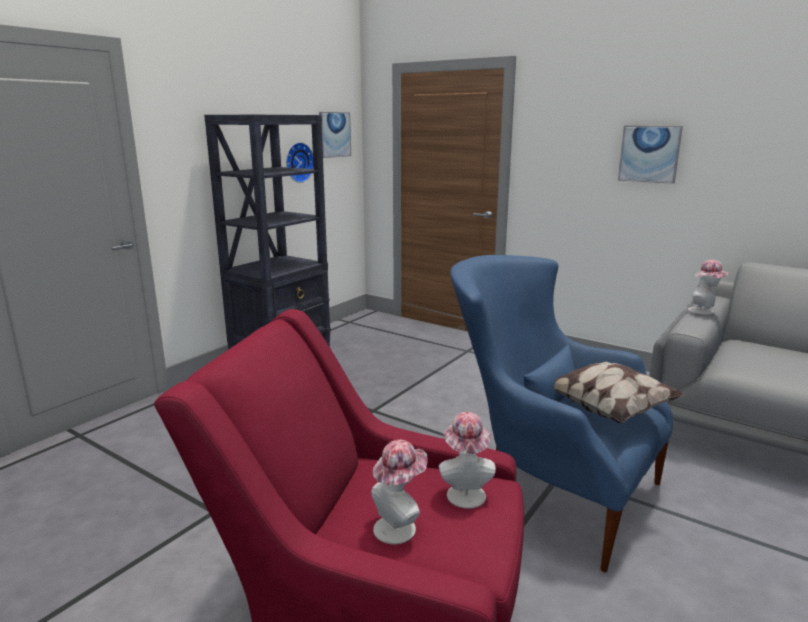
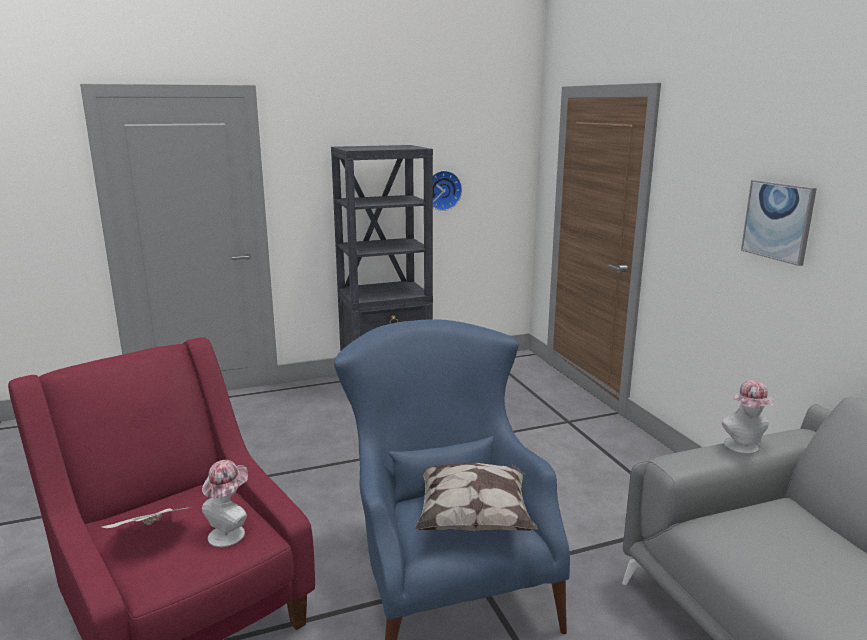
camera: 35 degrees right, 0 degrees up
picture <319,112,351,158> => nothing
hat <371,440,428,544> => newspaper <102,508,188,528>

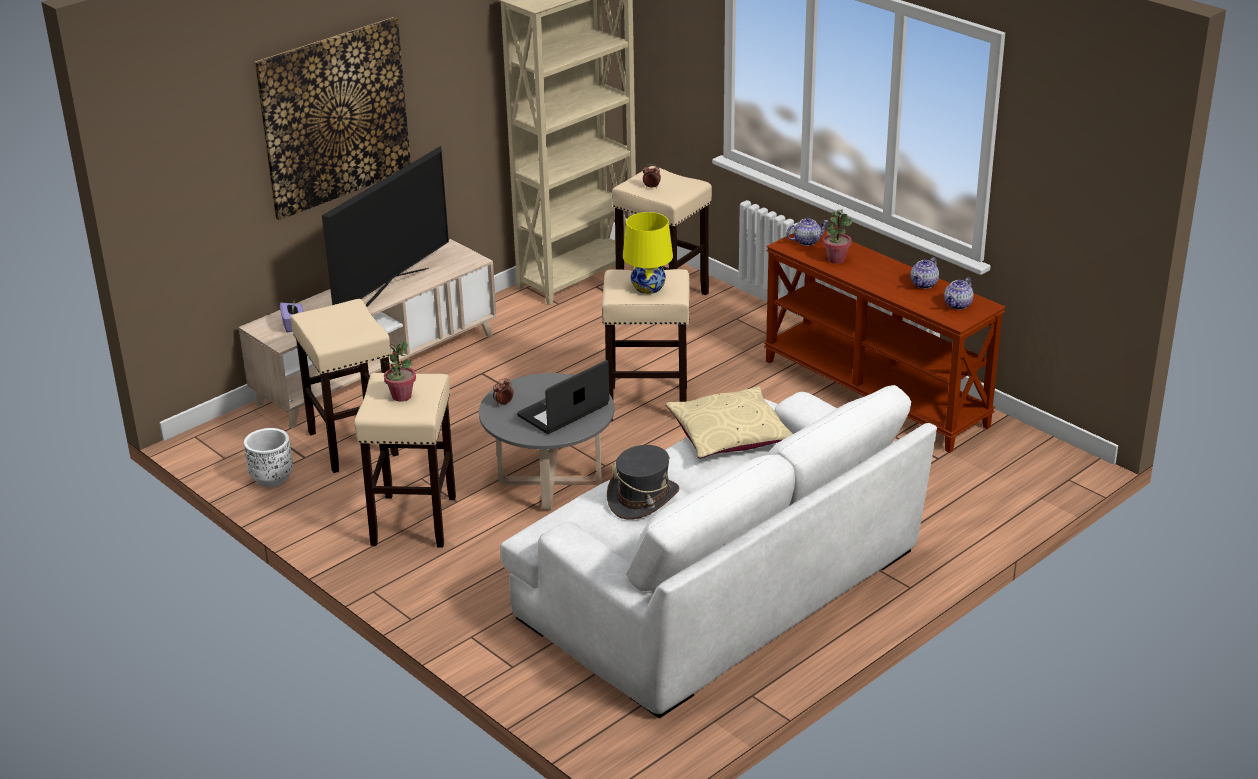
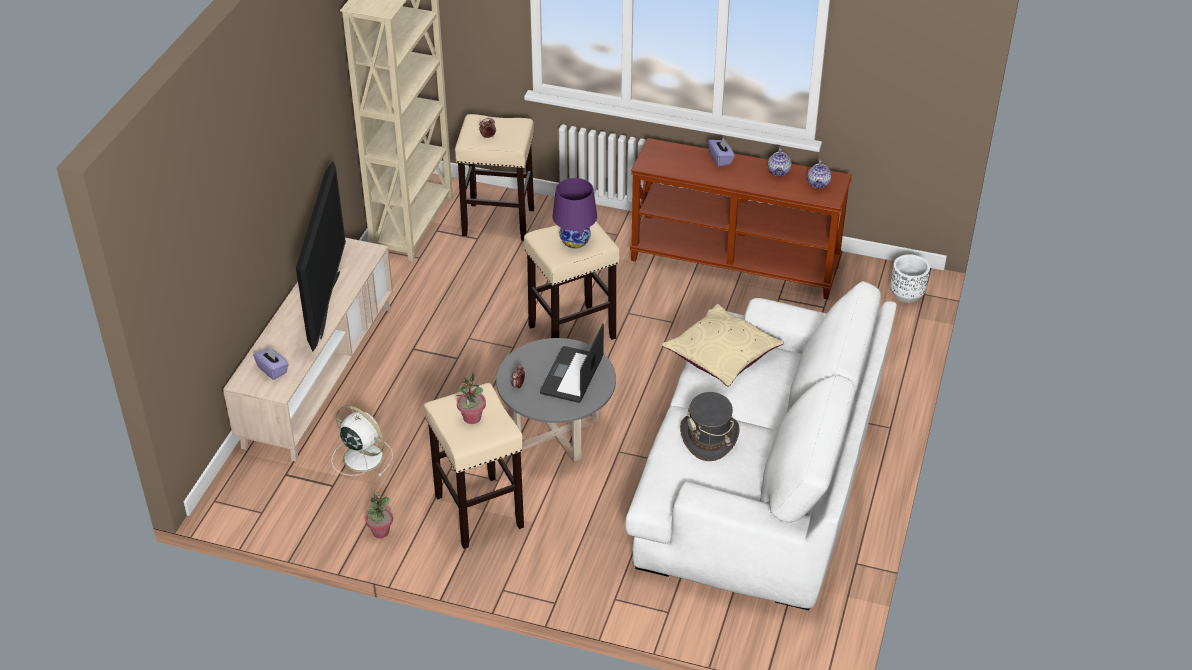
camera: 30 degrees left, 10 degrees up
picture <254,17,411,220> => nothing
pot for tea <787,218,829,246> => nothing
nothing => purple-coloured tissue holder <708,138,735,167>
white-coloured flower pot <244,428,293,487> => white-coloured flower pot <890,254,930,303>, move
potted plant <823,209,853,264> => potted plant <365,492,393,538>, move
sand-coloured sitting stool <290,299,399,473> => white-coloured electric fan <331,405,393,477>
yellowish tabletop lamp <623,212,673,294> => purple-coloured tabletop lamp <553,178,597,249>

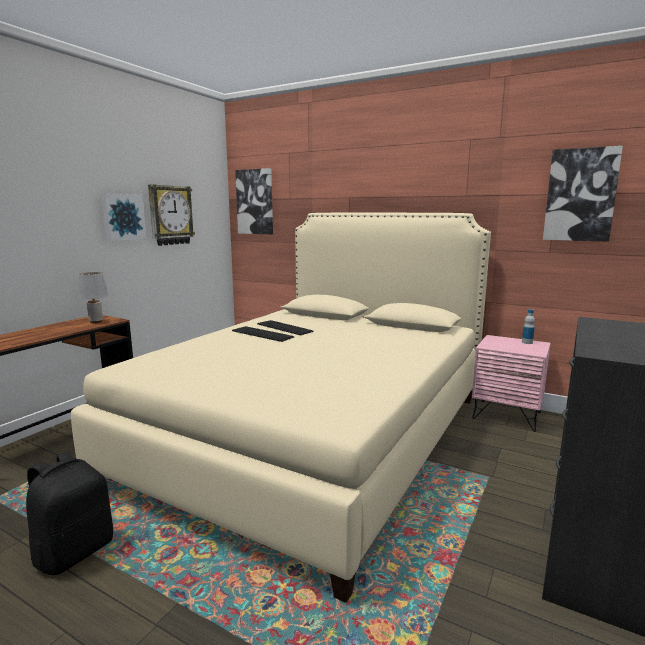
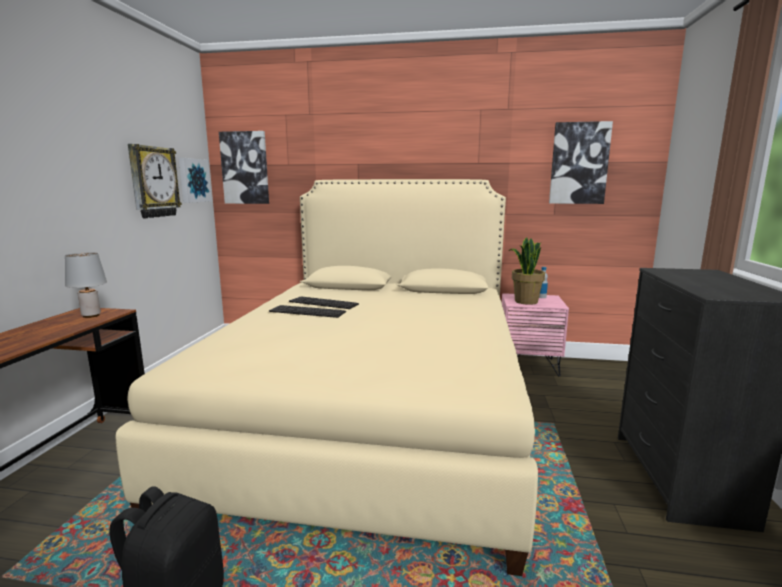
camera: 20 degrees left, 0 degrees up
nothing => potted plant <509,238,545,305>
picture <100,193,146,241> => picture <179,158,212,203>, move

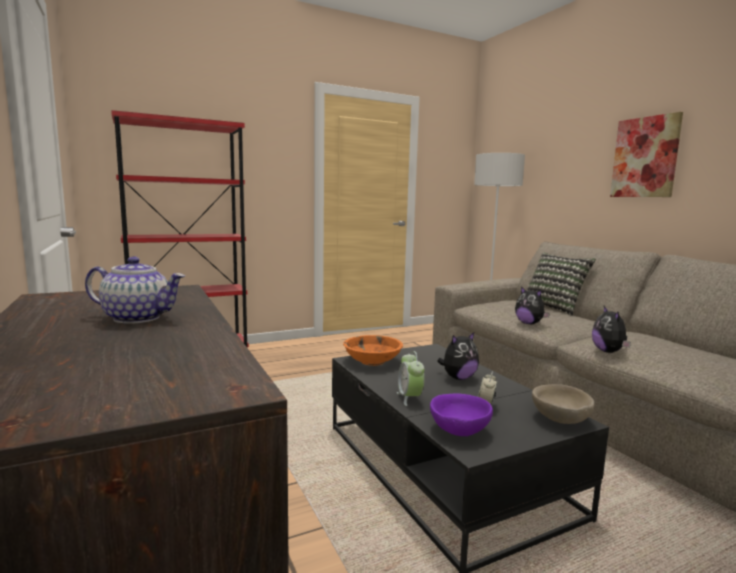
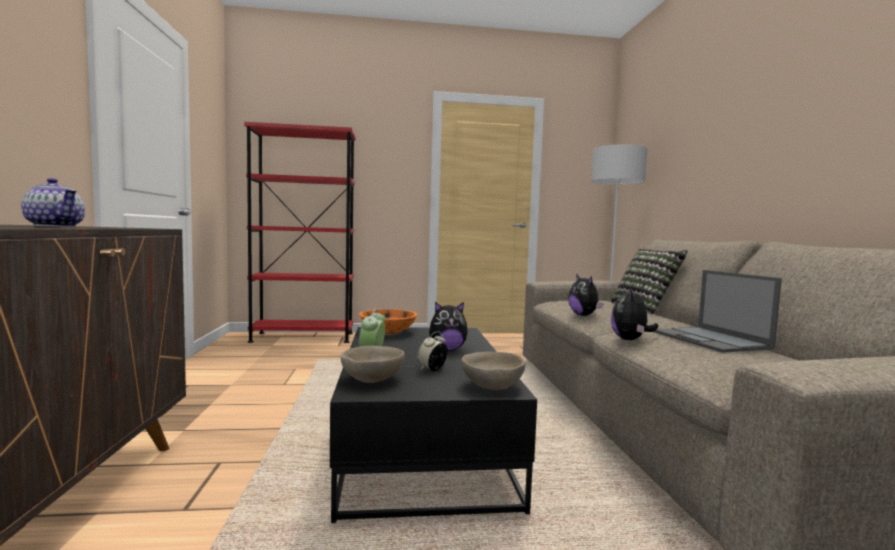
camera: 20 degrees right, 5 degrees down
picture <610,112,683,197> => nothing
nothing => laptop <653,270,782,353>
purple-coloured deep dish <430,393,493,436> => sand-coloured deep dish <341,346,405,383>

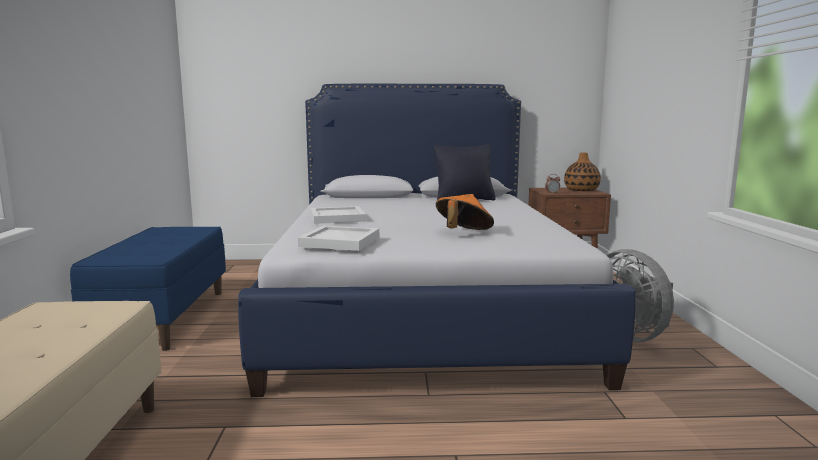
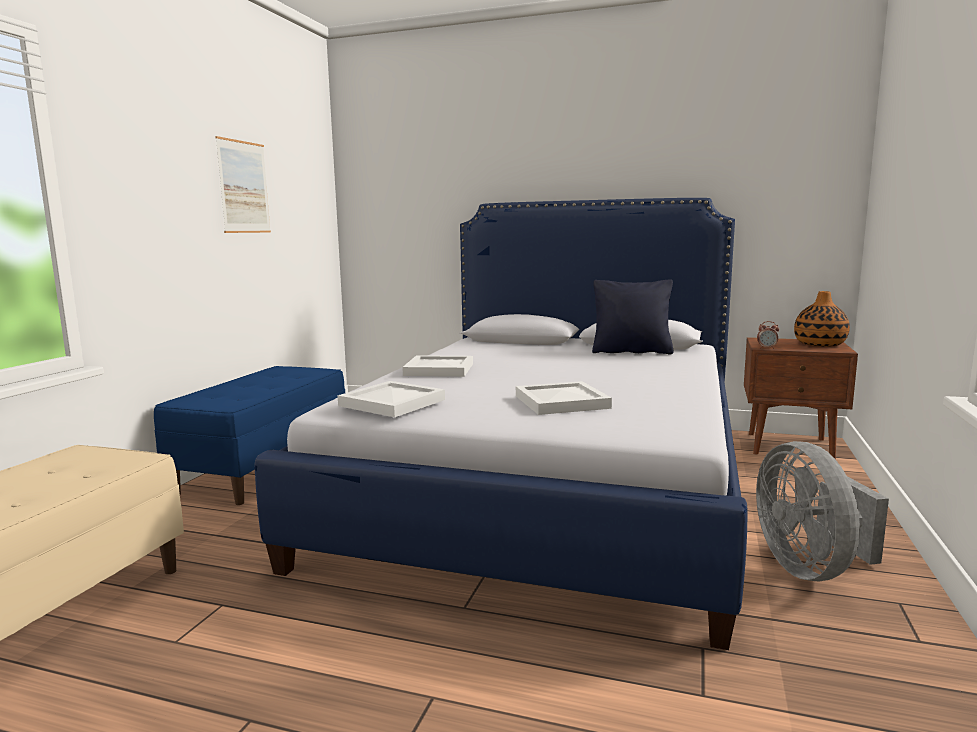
camera: 20 degrees right, 0 degrees up
nothing => picture <215,136,271,233>
orangey hat <436,194,494,230> => white-coloured carrying tray <516,381,612,415>

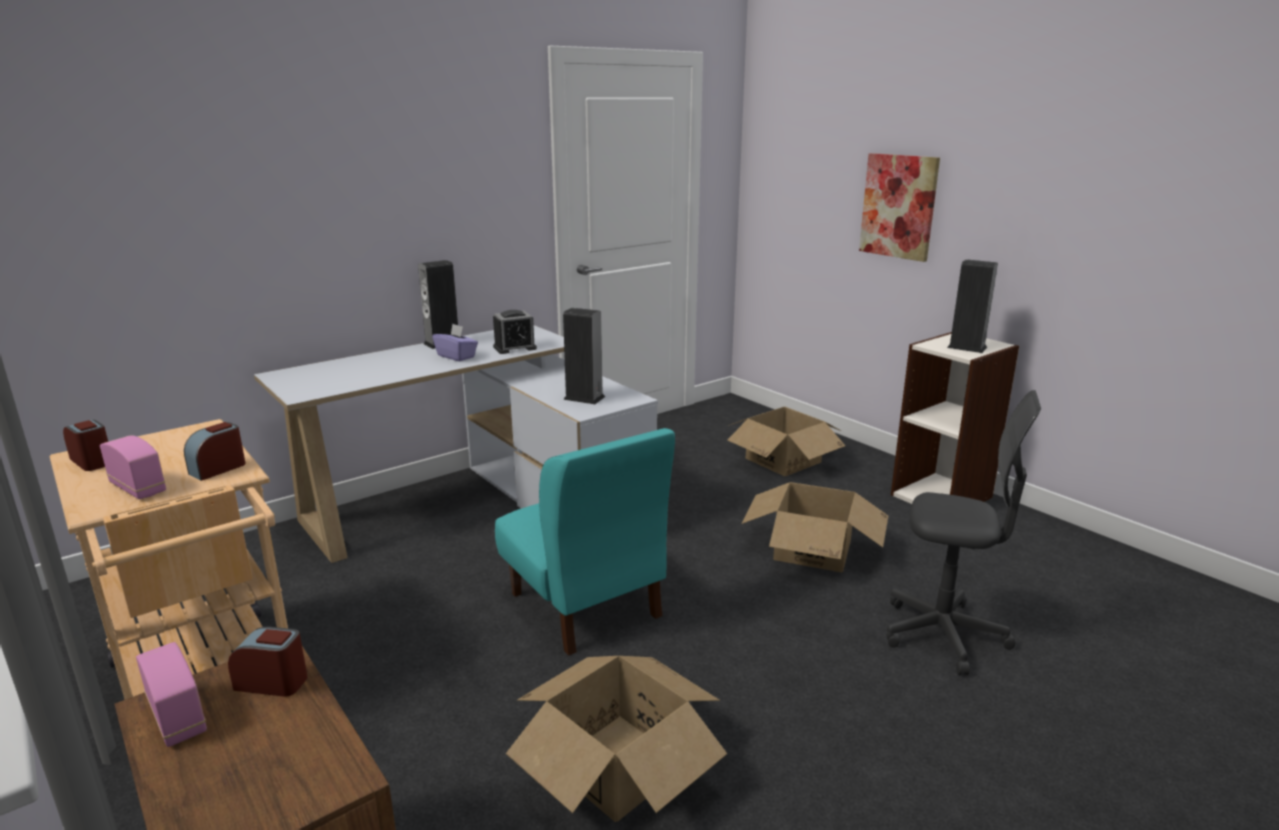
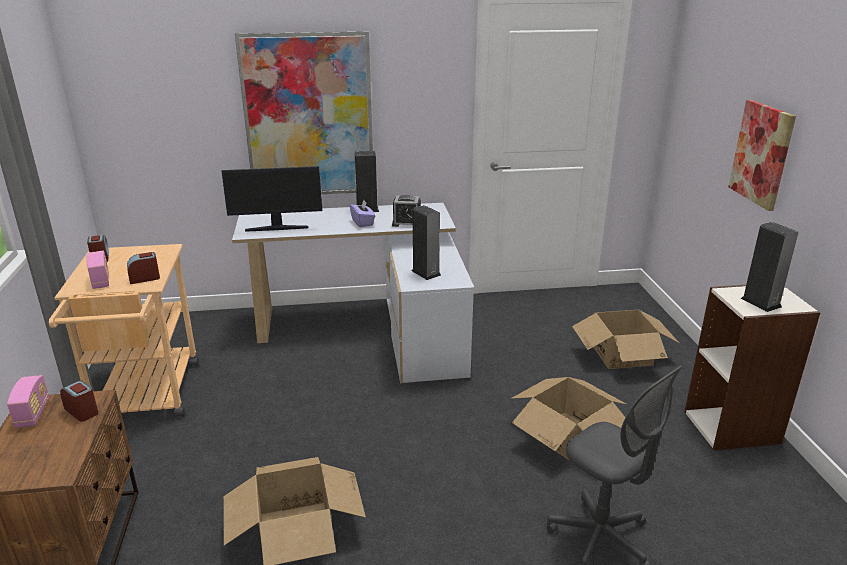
camera: 30 degrees right, 5 degrees up
turquoise plain chair <495,428,675,655> => nothing
nothing => computer display <222,166,322,232>
nothing => picture <235,31,373,194>

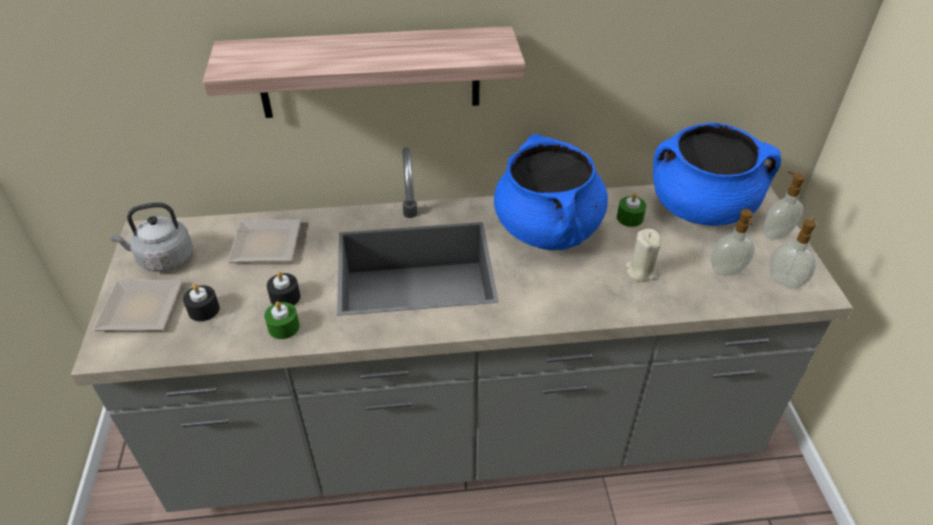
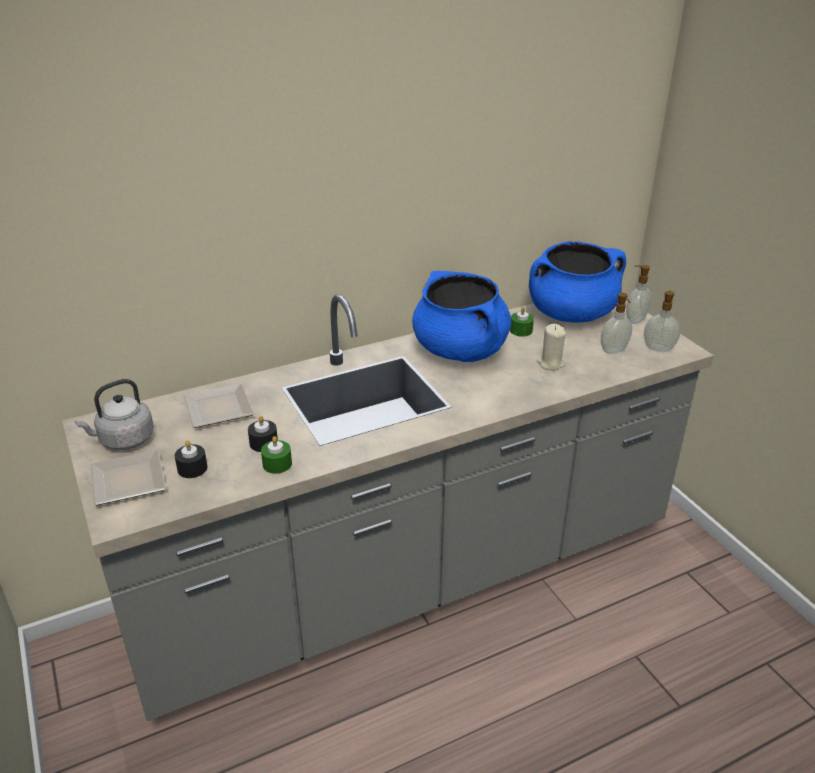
camera: 20 degrees left, 10 degrees down
bracket shelf <203,26,525,118> => nothing

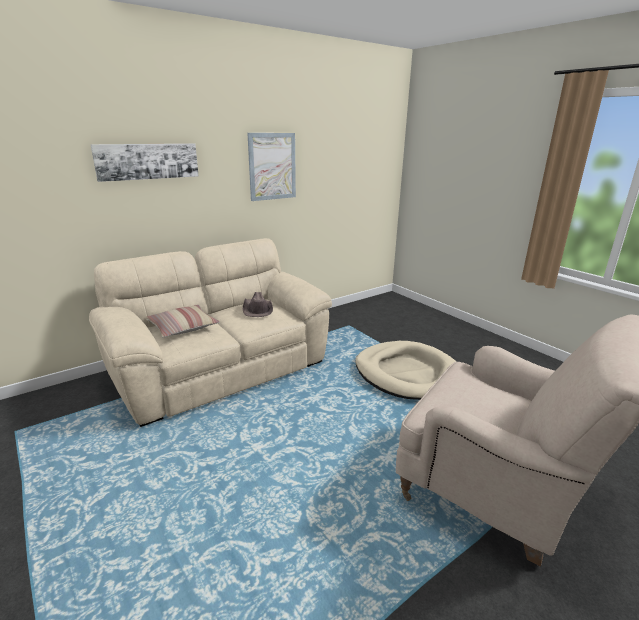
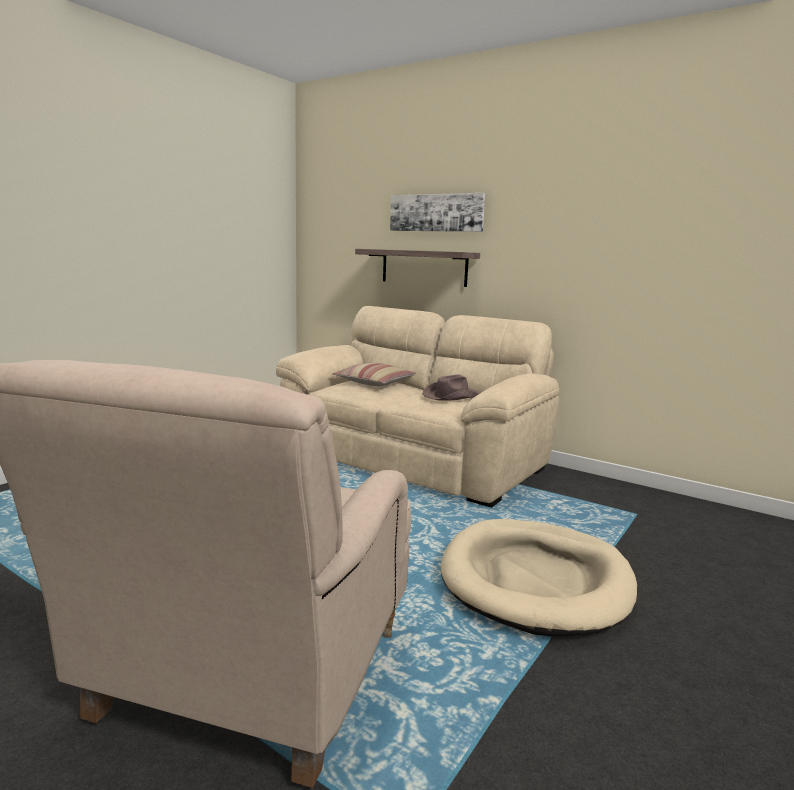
camera: 70 degrees right, 10 degrees down
picture <247,133,296,201> => nothing
nothing => bracket shelf <355,249,480,287>

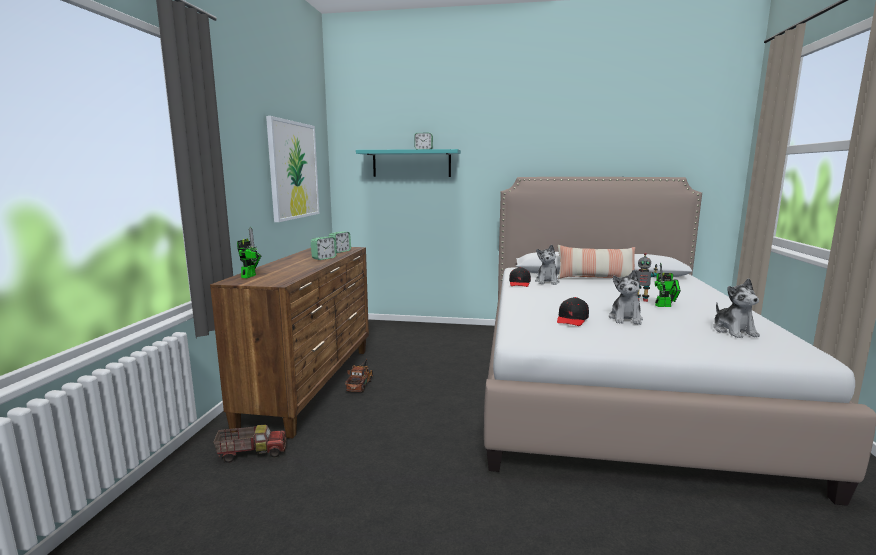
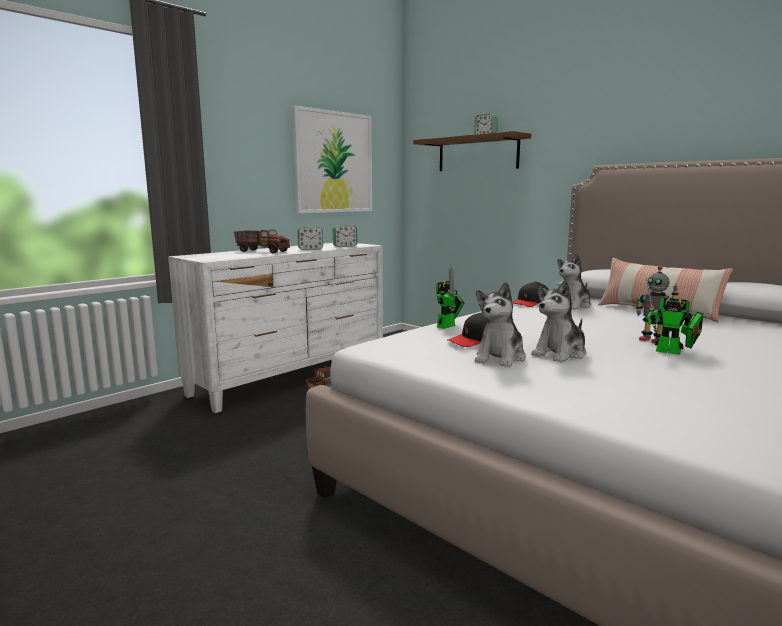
camera: 35 degrees right, 0 degrees up
toy truck <213,425,287,463> => toy truck <234,229,290,253>, move
robot figure <237,227,261,278> => robot figure <436,267,464,329>, move
cuddly toy <713,278,760,338> => cuddly toy <475,282,526,367>, move
brownish dresser <210,247,369,439> => white-coloured dresser <168,243,383,413>
turquoise bracket shelf <356,149,461,177> => brownish bracket shelf <413,131,531,171>

